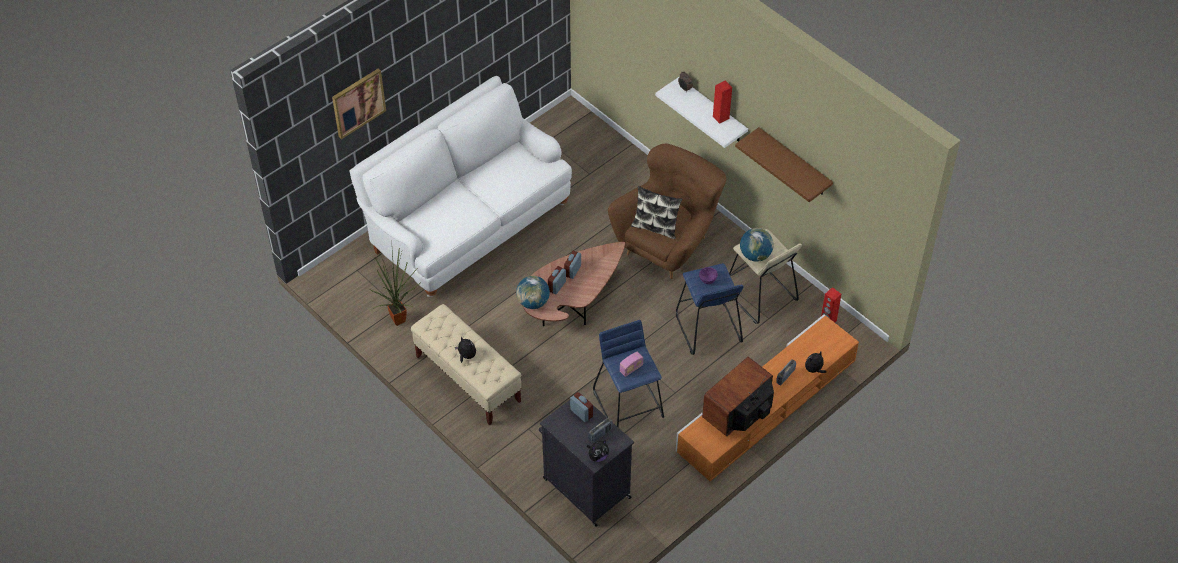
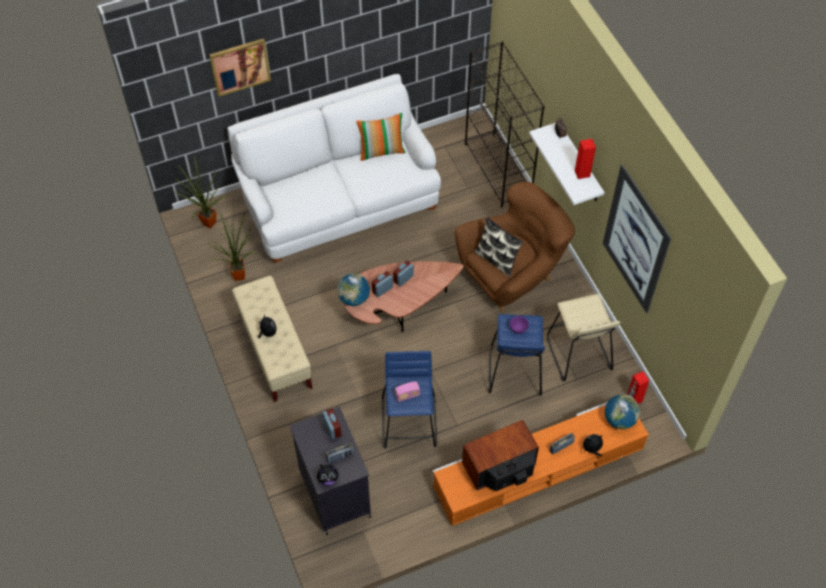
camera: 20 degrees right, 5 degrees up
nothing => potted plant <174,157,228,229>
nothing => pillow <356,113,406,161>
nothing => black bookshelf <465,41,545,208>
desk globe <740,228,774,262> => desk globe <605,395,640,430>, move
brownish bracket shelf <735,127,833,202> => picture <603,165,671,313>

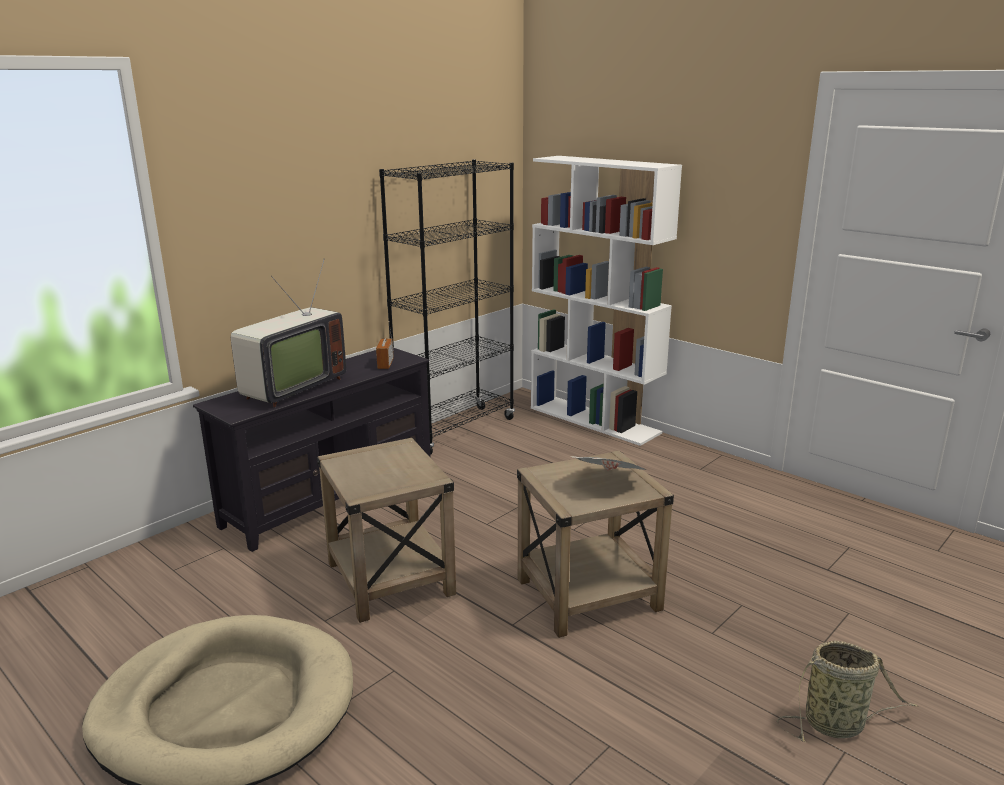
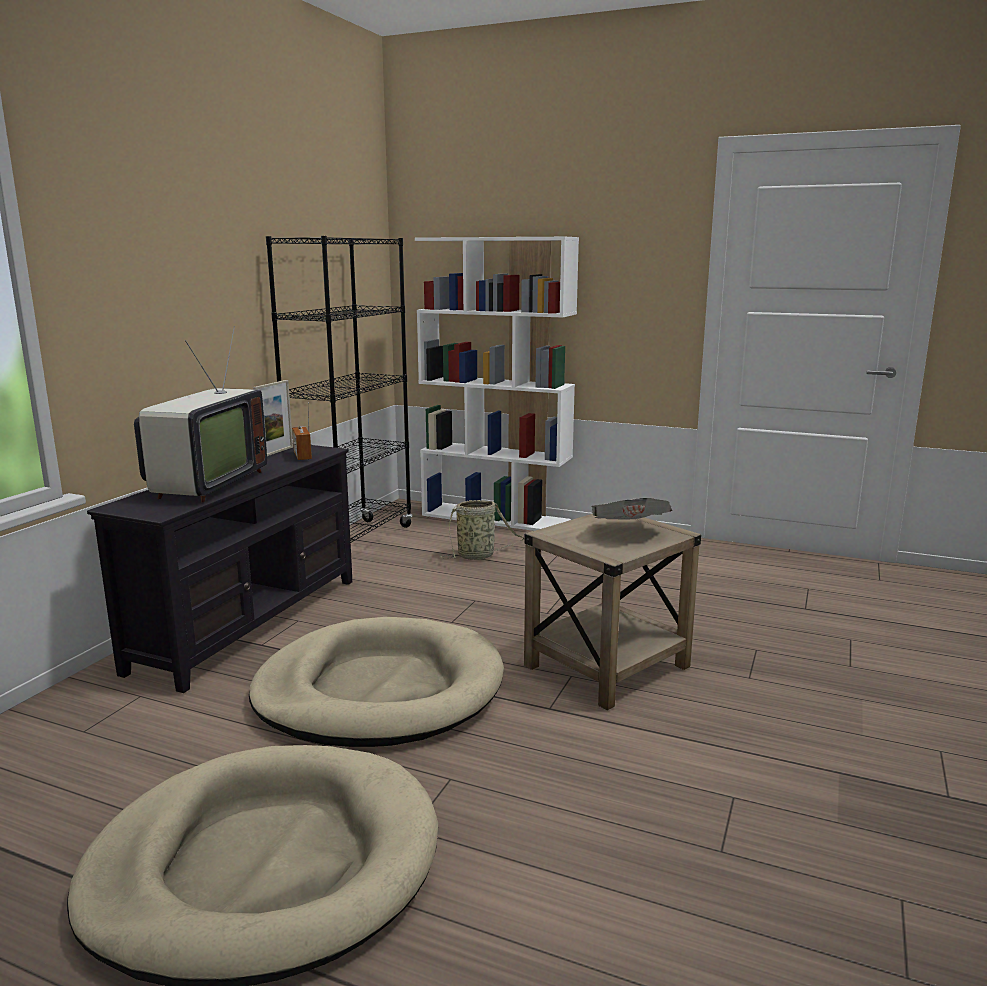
camera: 20 degrees left, 5 degrees down
nothing => photo frame <253,380,293,456>
basket <777,641,918,742> => basket <440,500,525,560>, move
sand-coloured accent table <317,438,456,623> => sand-coloured dog cushion <249,617,504,747>

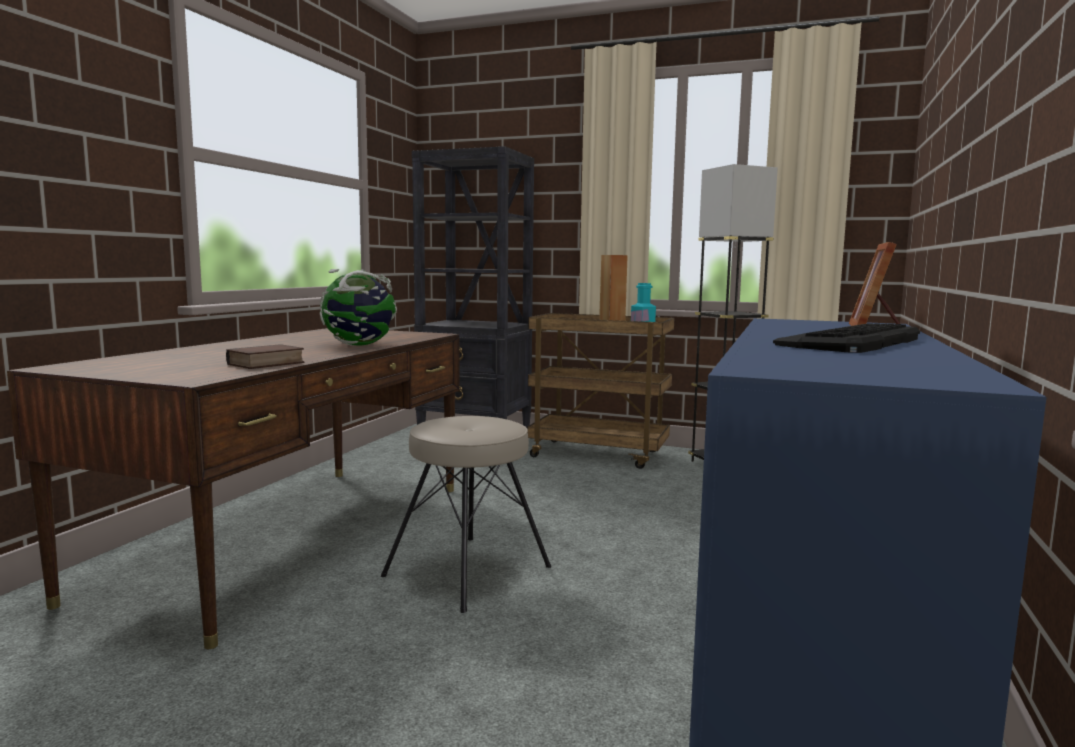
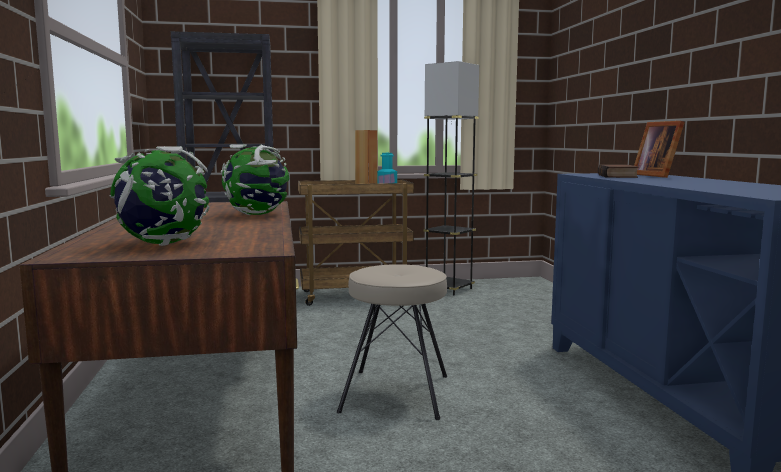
camera: 30 degrees left, 0 degrees up
computer keyboard <773,323,920,353> => nothing
nothing => desk globe <110,146,210,246>
volume <226,344,304,369> => volume <598,165,639,178>, move

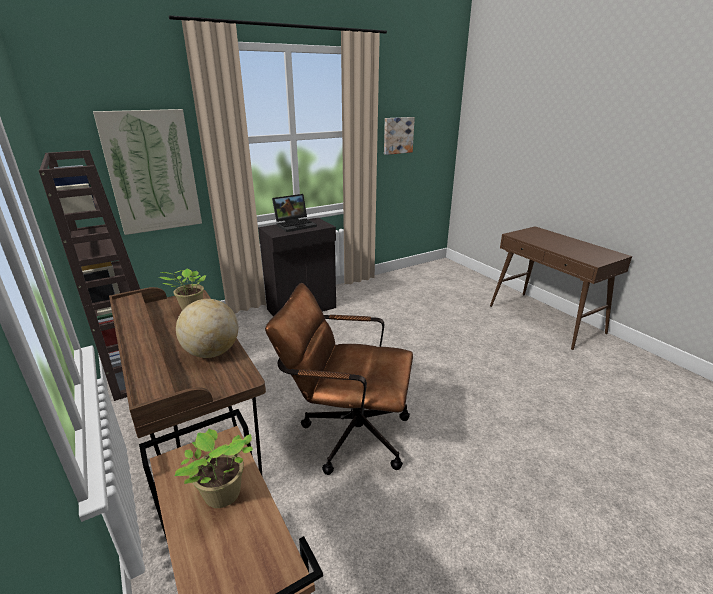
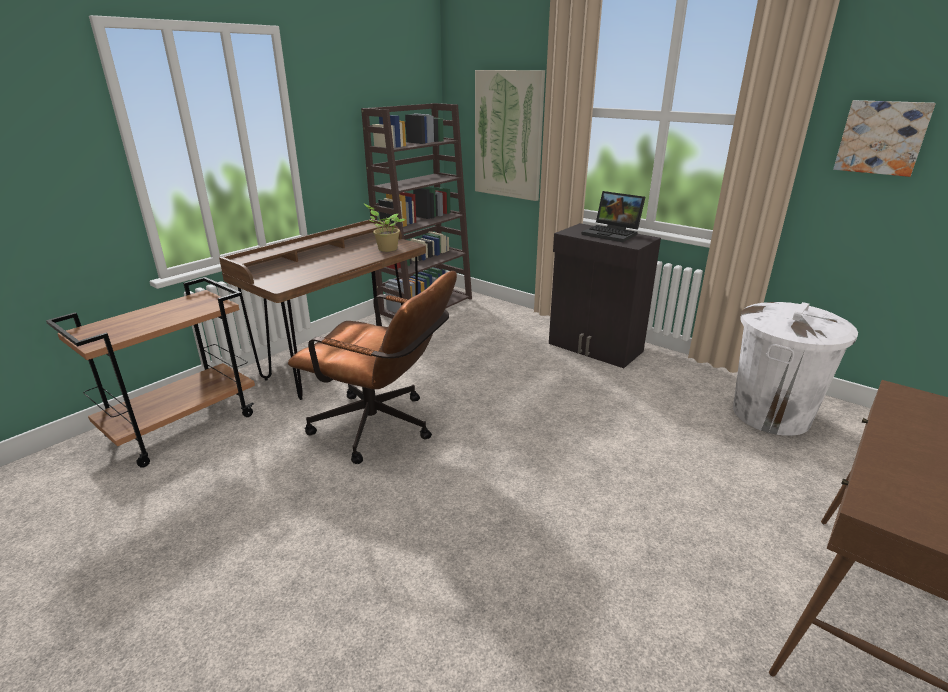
camera: 70 degrees right, 0 degrees up
potted plant <175,429,253,508> => nothing
desk globe <176,299,238,358> => nothing
nothing => white-coloured rubbish bin <733,302,858,436>
brownish computer chair <265,283,413,475> => brownish computer chair <288,271,457,464>, 120 degrees clockwise

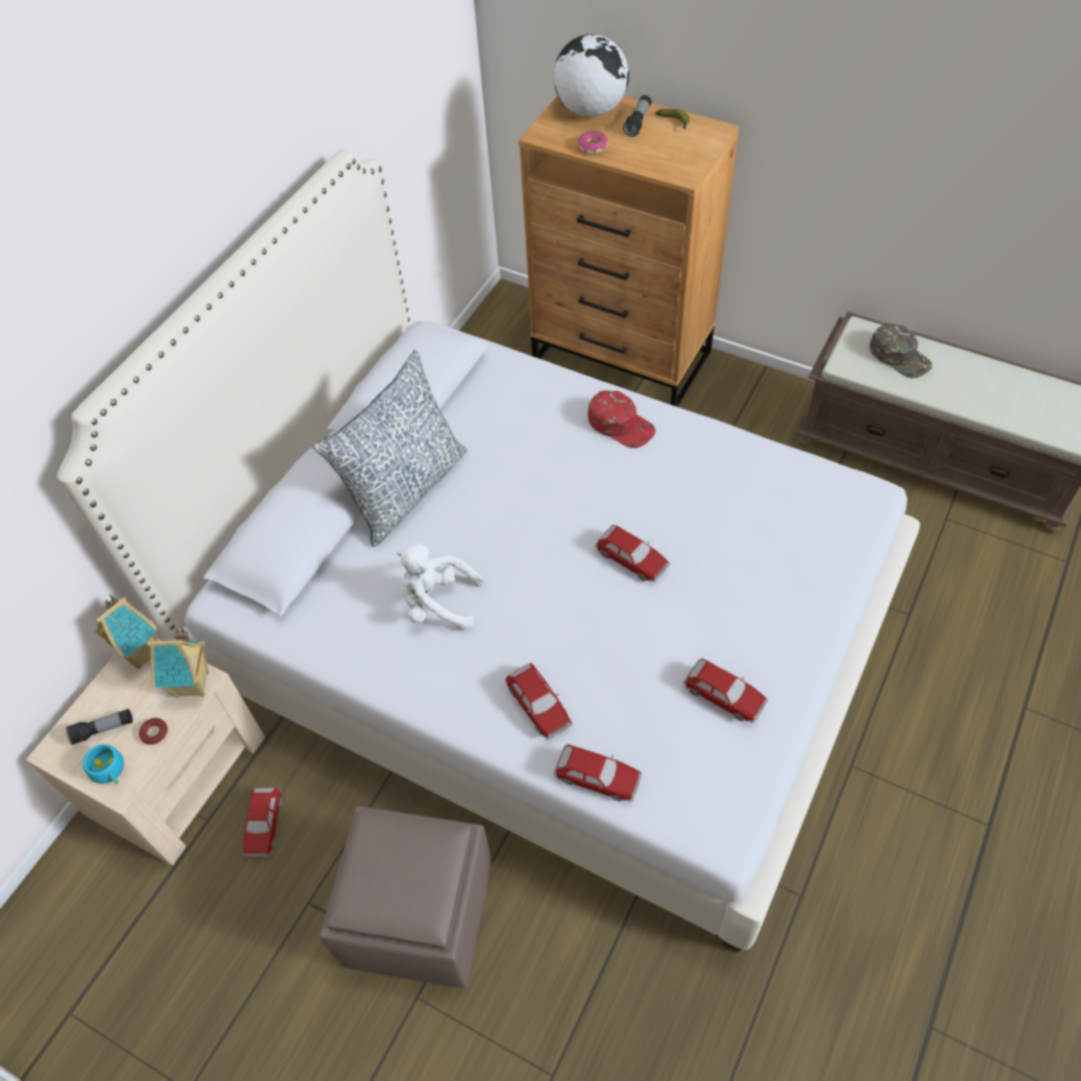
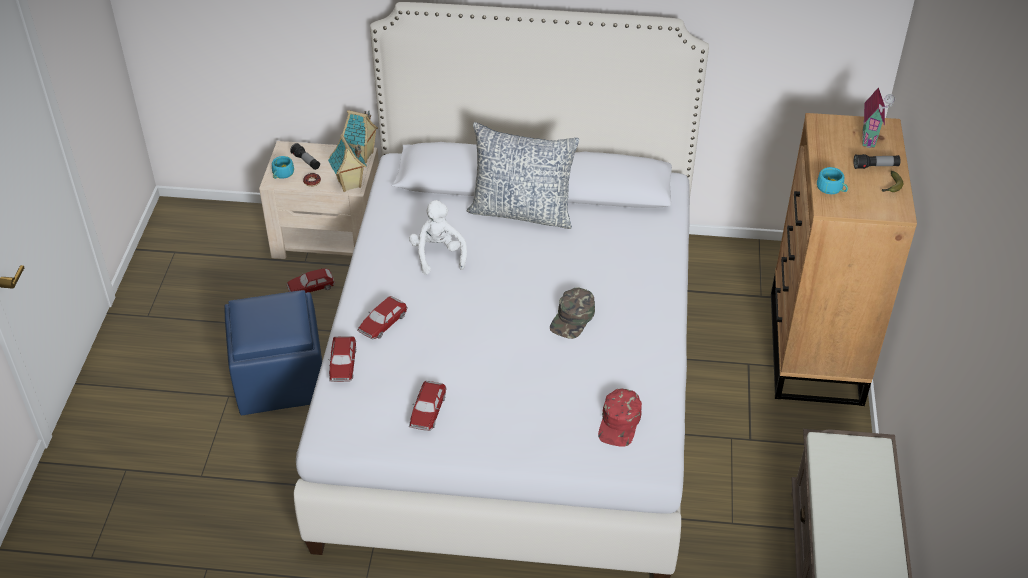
camera: 65 degrees right, 10 degrees down
doughnut <578,131,608,154> => nothing
miniature car <595,525,670,582> => nothing
nothing => turquoise cup <817,167,848,194>
reddish cap <588,390,656,448> => reddish cap <598,388,642,447>, move
greenish cap <870,323,932,378> => greenish cap <550,288,595,339>, move
desk globe <553,34,629,117> => miniature house <862,88,895,148>
brownish pouffe <319,806,492,988> => blue pouffe <224,290,322,415>

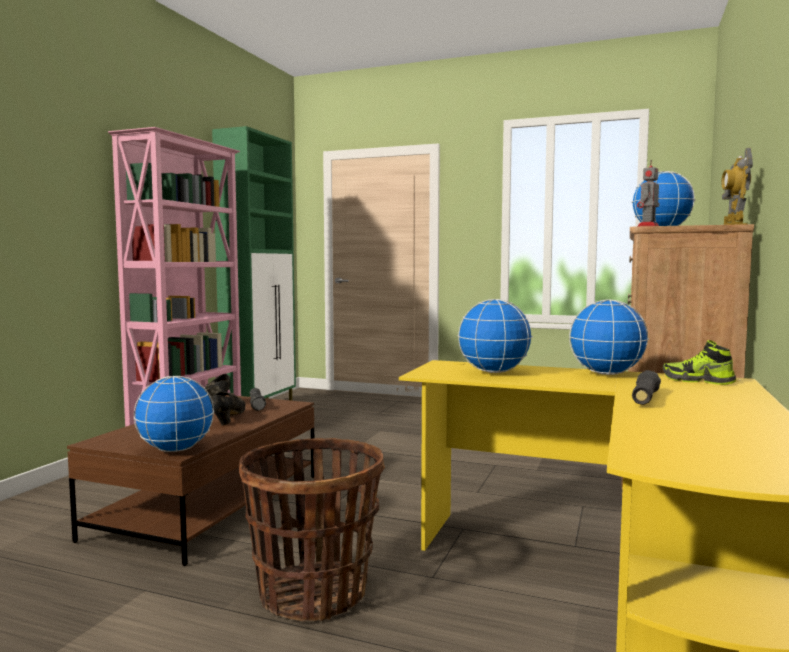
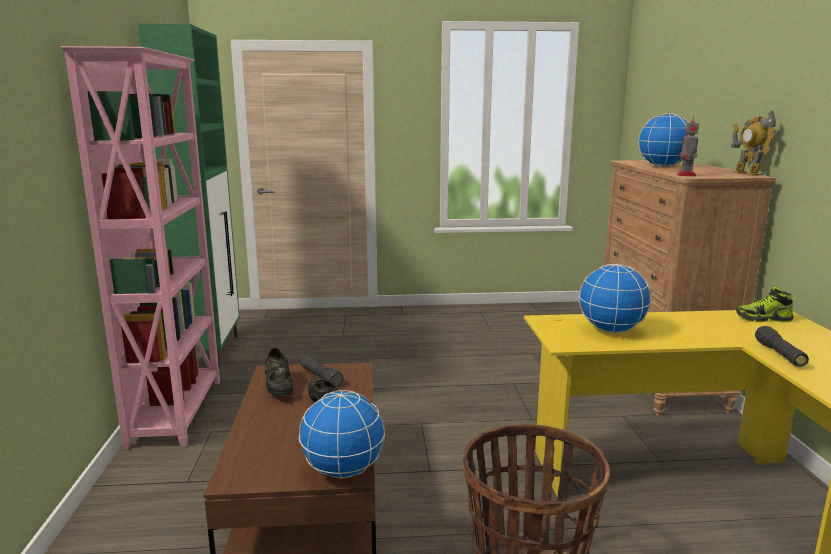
camera: 25 degrees left, 10 degrees up
desk globe <569,300,649,375> => nothing

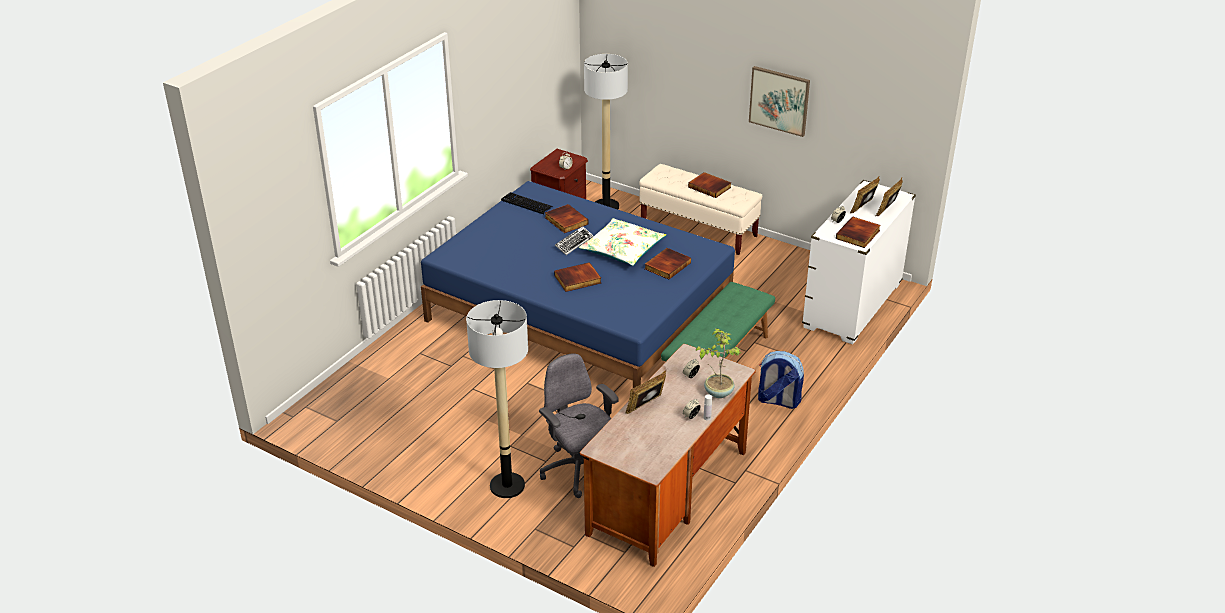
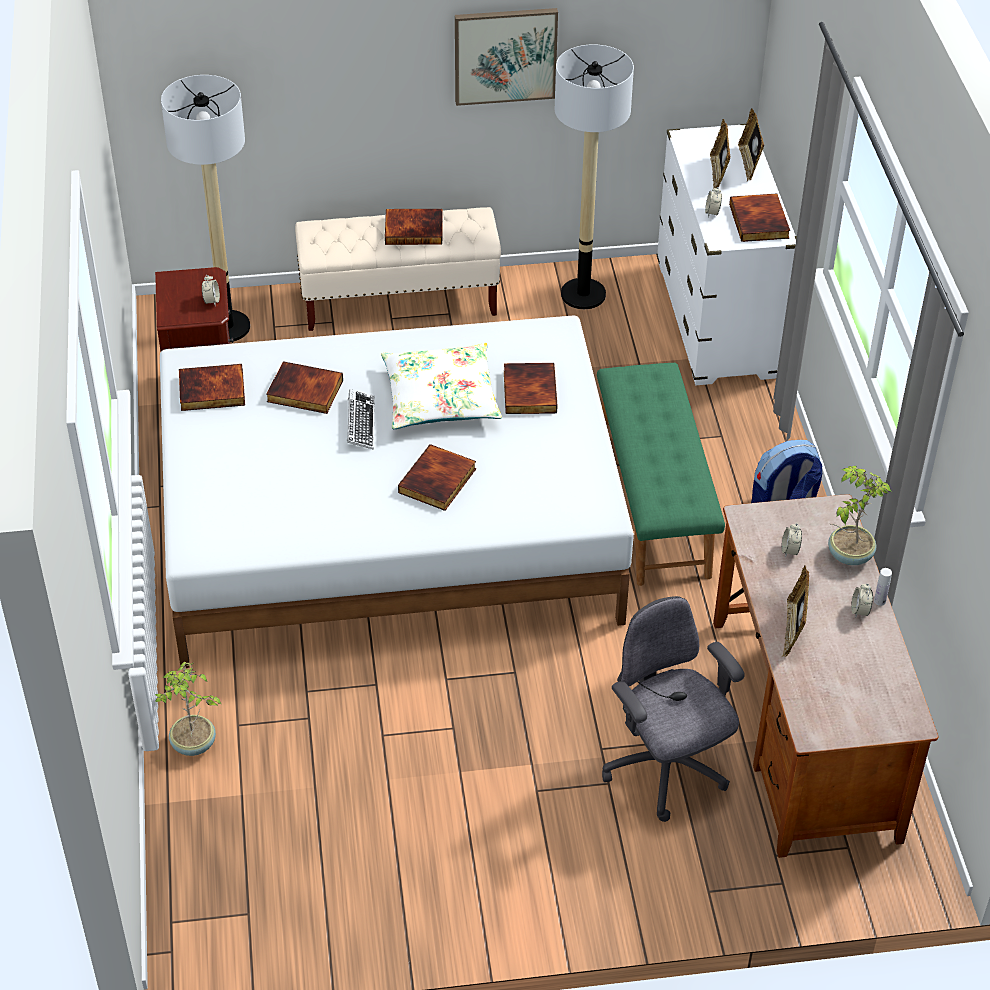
camera: 40 degrees left, 10 degrees up
nothing => potted plant <155,662,221,756>
standing lamp <466,300,528,498> => standing lamp <554,44,634,309>, move
computer keyboard <501,192,553,214> => volume <179,364,245,411>
blue bedroom bed <421,181,735,388> => white-coloured bedroom bed <160,315,634,668>
gray computer chair <539,353,619,498> => gray computer chair <602,596,745,822>, 45 degrees clockwise

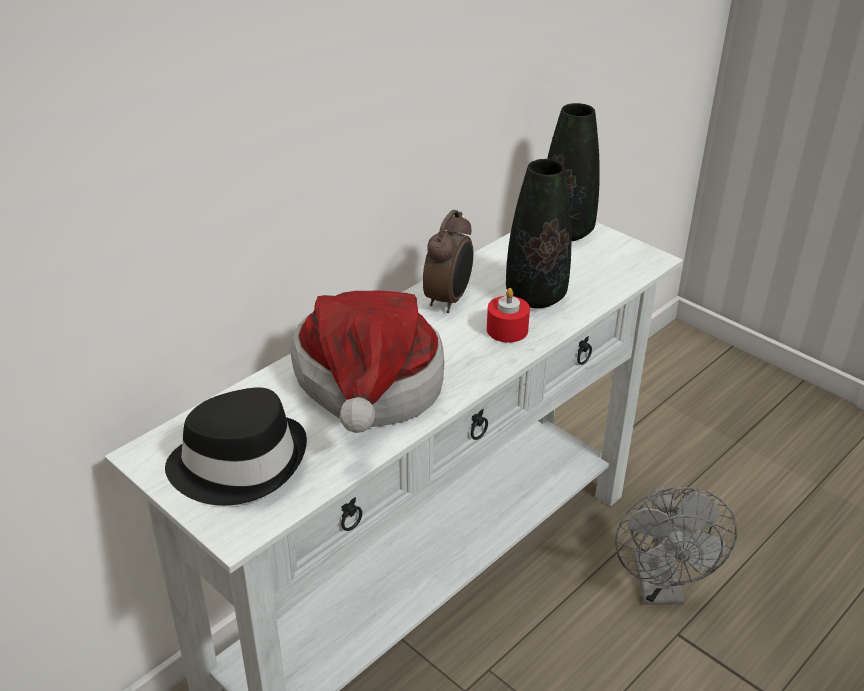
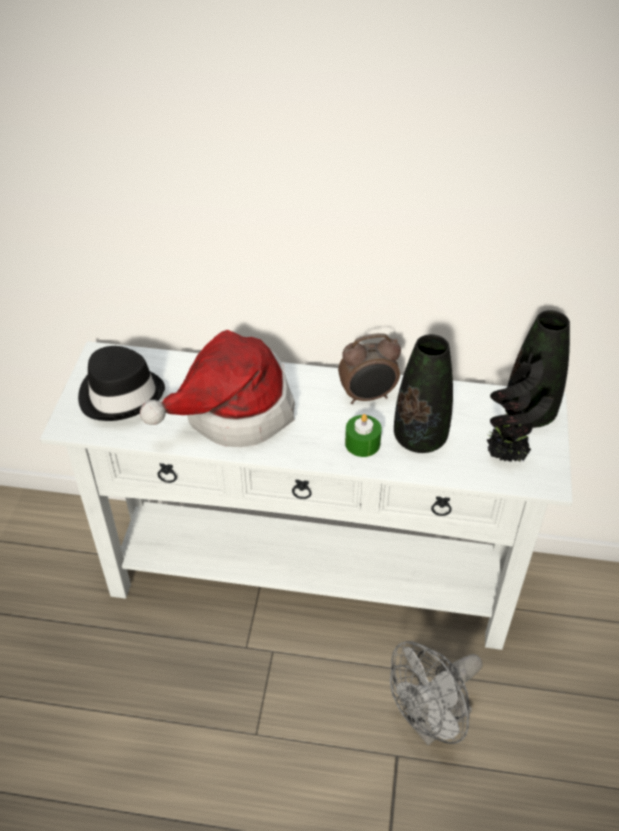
camera: 55 degrees right, 10 degrees up
nothing => potted plant <487,353,554,462>
reddish candle <487,288,530,343> => greenish candle <345,414,382,457>

